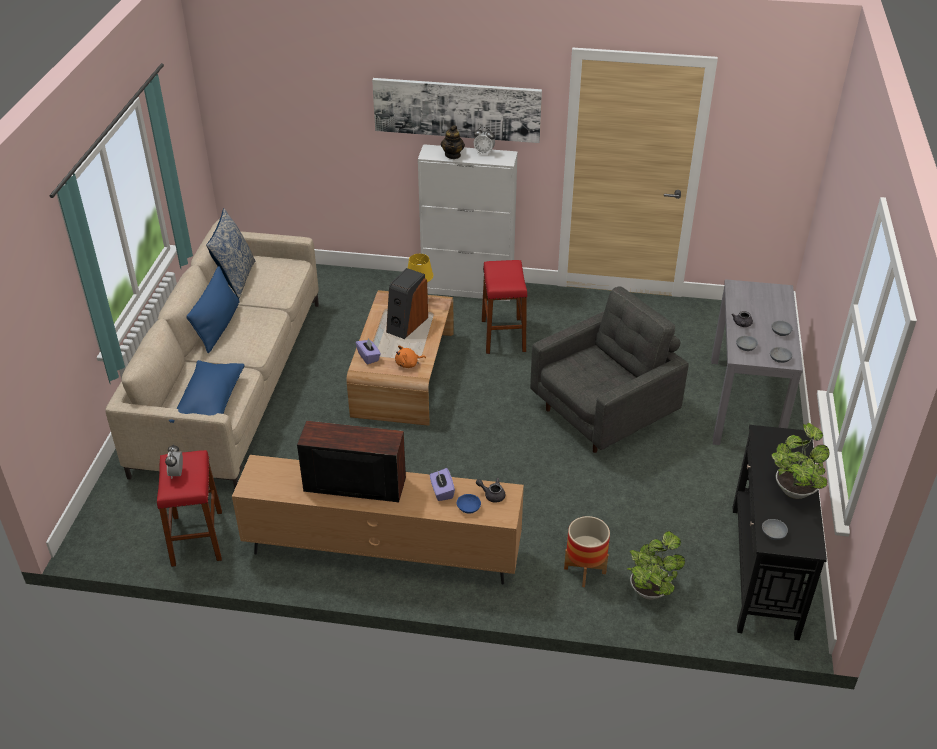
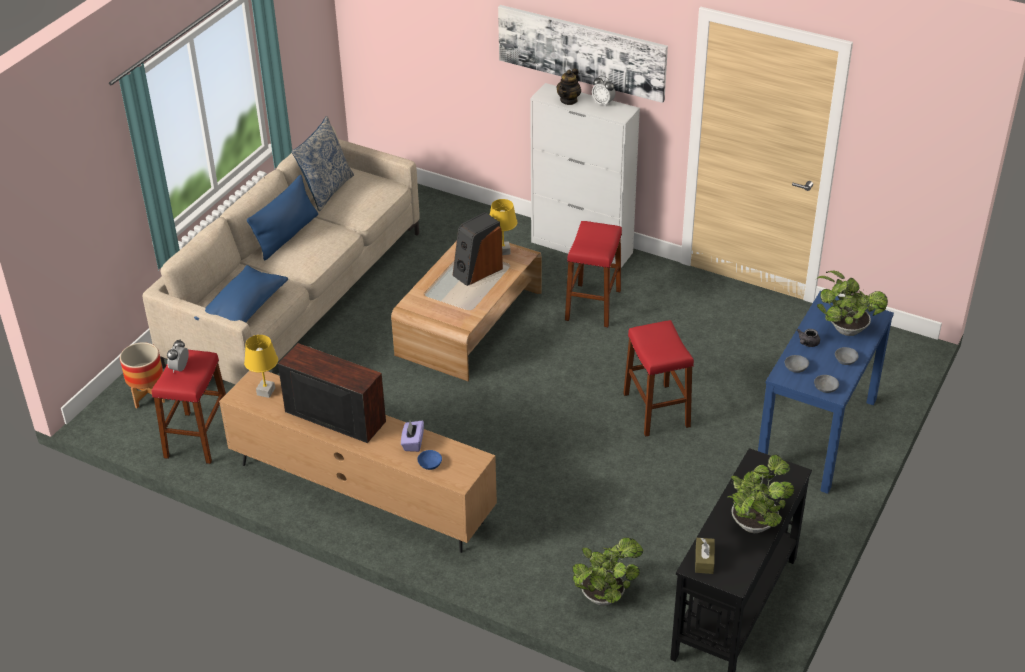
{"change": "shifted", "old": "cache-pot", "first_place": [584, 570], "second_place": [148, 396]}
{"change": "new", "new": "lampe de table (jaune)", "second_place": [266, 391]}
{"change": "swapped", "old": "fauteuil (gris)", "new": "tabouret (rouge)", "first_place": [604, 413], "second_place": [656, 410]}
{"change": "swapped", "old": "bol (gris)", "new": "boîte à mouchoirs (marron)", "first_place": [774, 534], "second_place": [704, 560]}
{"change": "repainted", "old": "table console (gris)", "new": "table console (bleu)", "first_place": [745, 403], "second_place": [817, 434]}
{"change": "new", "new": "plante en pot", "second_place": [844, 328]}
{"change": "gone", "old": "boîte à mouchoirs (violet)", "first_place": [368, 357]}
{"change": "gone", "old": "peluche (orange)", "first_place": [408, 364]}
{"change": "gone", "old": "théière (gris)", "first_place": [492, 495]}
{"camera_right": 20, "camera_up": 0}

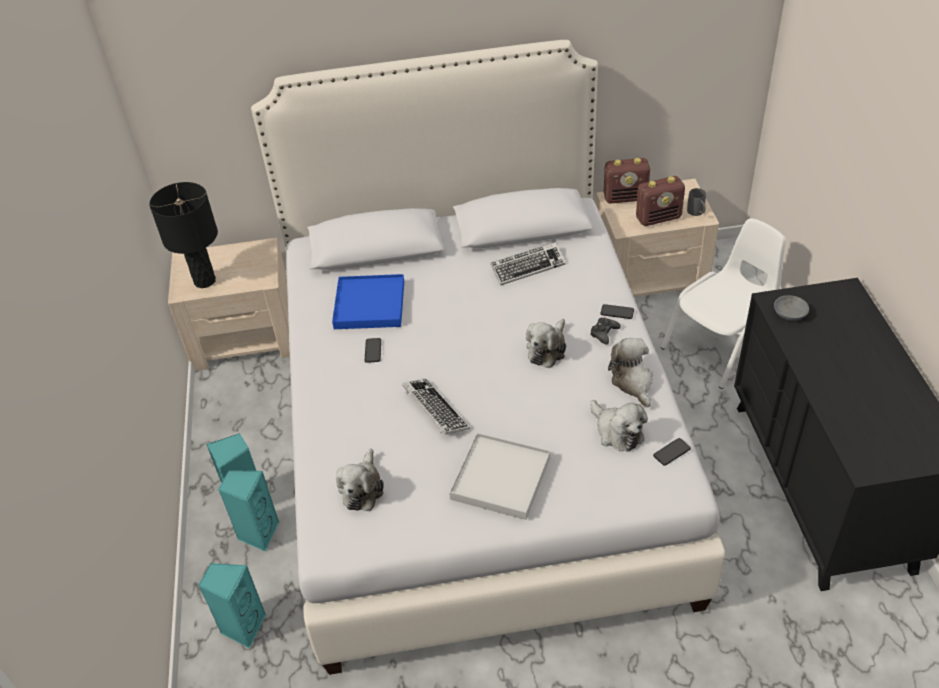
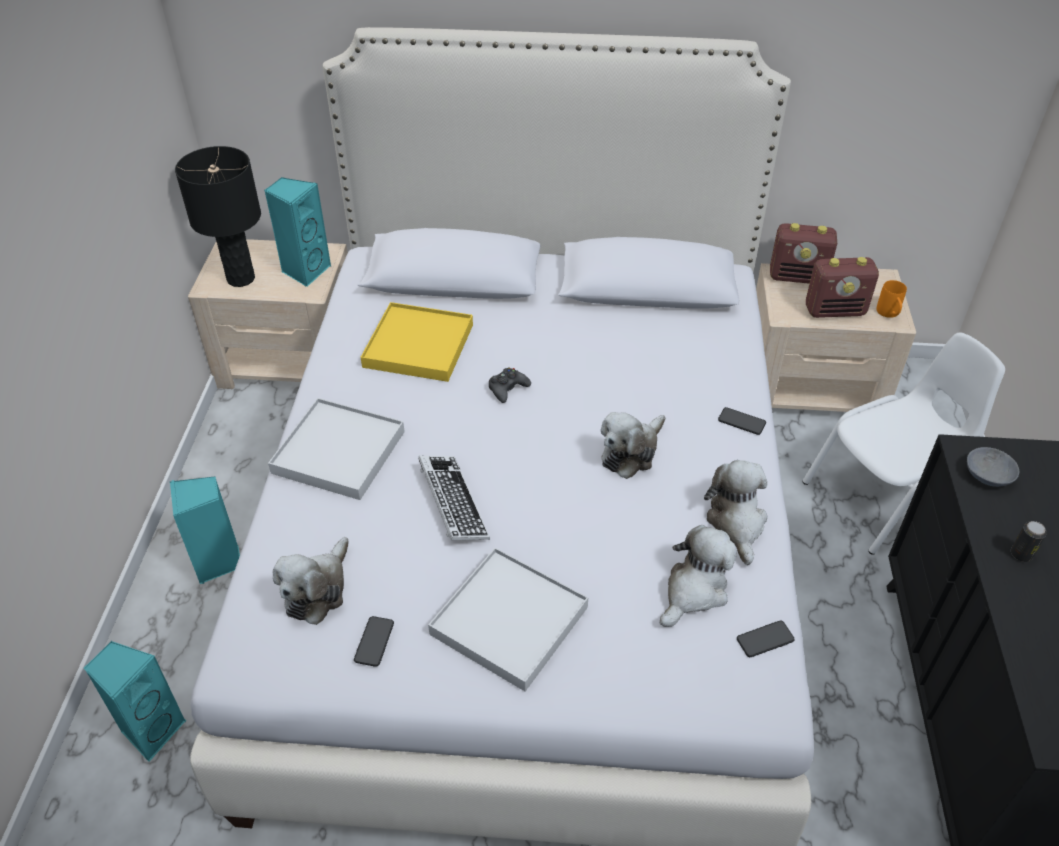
{"change": "shifted", "old": "enceinte (turquoise)", "first_place": [258, 533], "second_place": [305, 271]}
{"change": "new", "new": "plateau (blanc)", "second_place": [339, 452]}
{"change": "shifted", "old": "téléphone", "first_place": [373, 351], "second_place": [374, 642]}
{"change": "repainted", "old": "plateau (bleu)", "new": "plateau (jaune)", "first_place": [370, 305], "second_place": [419, 346]}
{"change": "shifted", "old": "manette (noir)", "first_place": [604, 333], "second_place": [507, 389]}
{"change": "rotated", "old": "peluche", "first_place": [617, 432], "second_place": [694, 590], "degrees": -120}
{"change": "repainted", "old": "mug (gris)", "new": "mug (orange)", "first_place": [697, 213], "second_place": [889, 314]}
{"change": "new", "new": "boîte métallique", "second_place": [1021, 554]}
{"change": "gone", "old": "clavier", "first_place": [527, 267]}
{"camera_right": 10, "camera_up": 0}

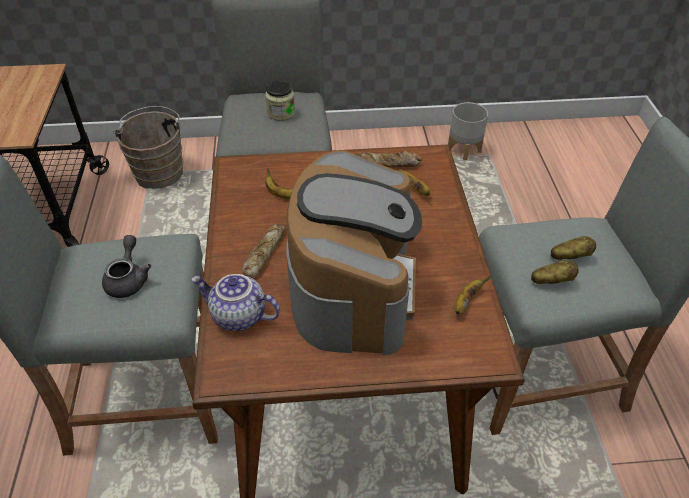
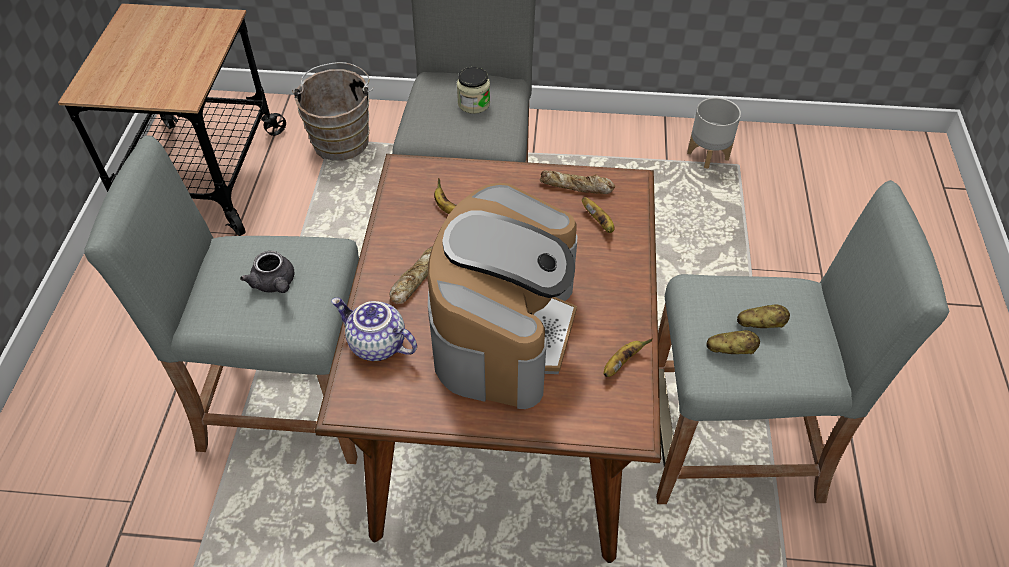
{"change": "rotated", "old": "théière (gris)", "first_place": [128, 279], "second_place": [275, 284], "degrees": 135}
{"camera_right": 10, "camera_up": 5}

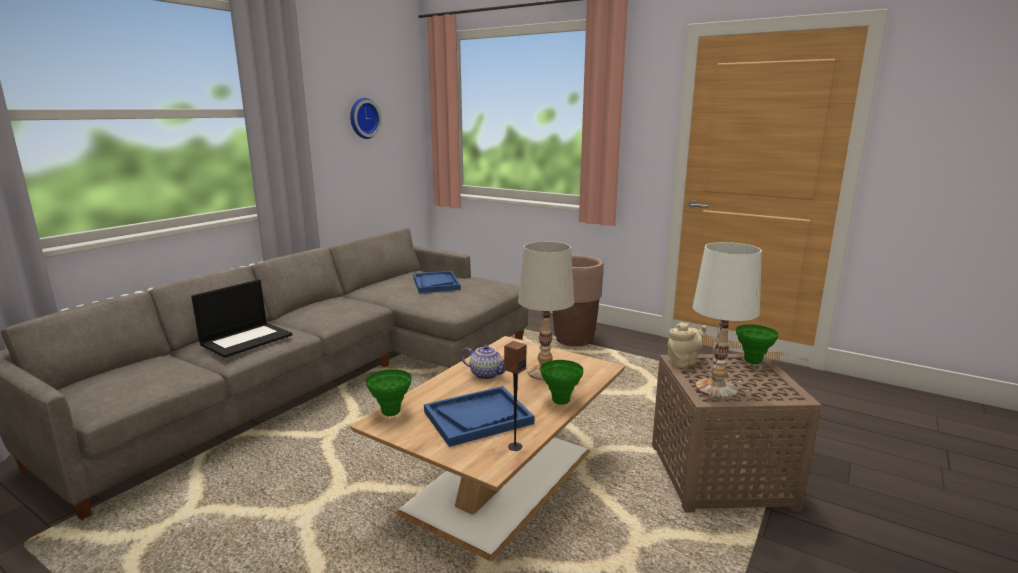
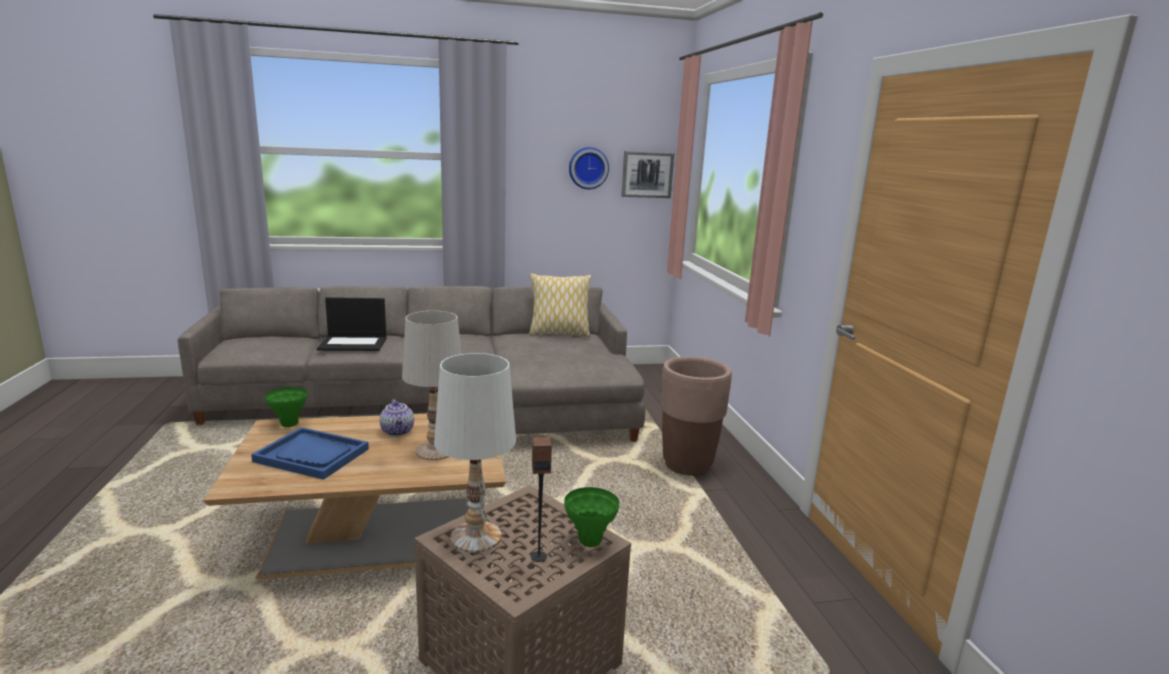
{"change": "new", "new": "coussin", "second_place": [559, 334]}
{"change": "shifted", "old": "enceinte", "first_place": [514, 446], "second_place": [538, 556]}
{"change": "new", "new": "tableau", "second_place": [647, 174]}
{"change": "gone", "old": "plateau (bleu)", "first_place": [436, 283]}
{"change": "gone", "old": "vase (vert)", "first_place": [560, 401]}
{"change": "gone", "old": "théière (beige)", "first_place": [684, 362]}
{"camera_right": 45, "camera_up": 0}

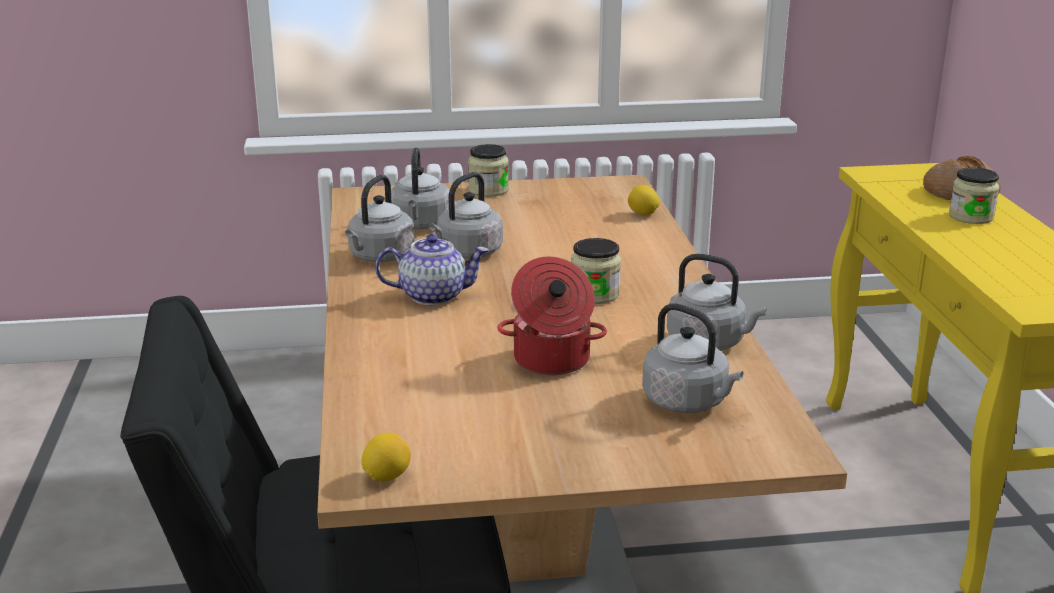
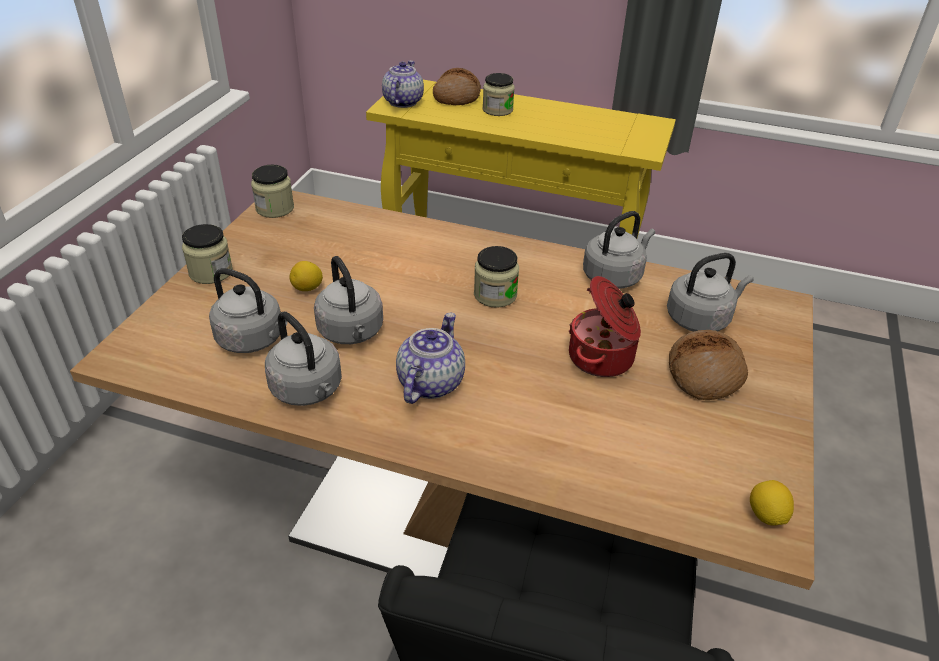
{"change": "new", "new": "bocal", "second_place": [275, 208]}
{"change": "shifted", "old": "citron", "first_place": [642, 214], "second_place": [307, 288]}
{"change": "new", "new": "théière", "second_place": [402, 102]}
{"change": "new", "new": "pain", "second_place": [705, 374]}
{"camera_right": -65, "camera_up": 15}

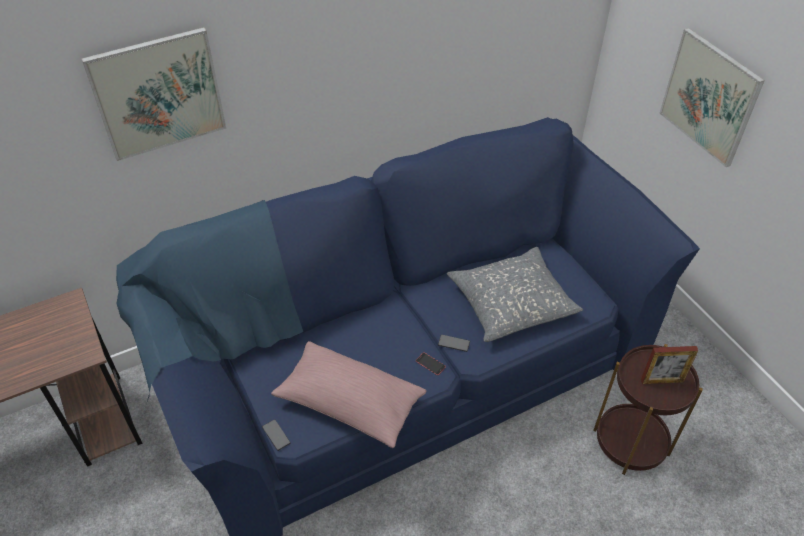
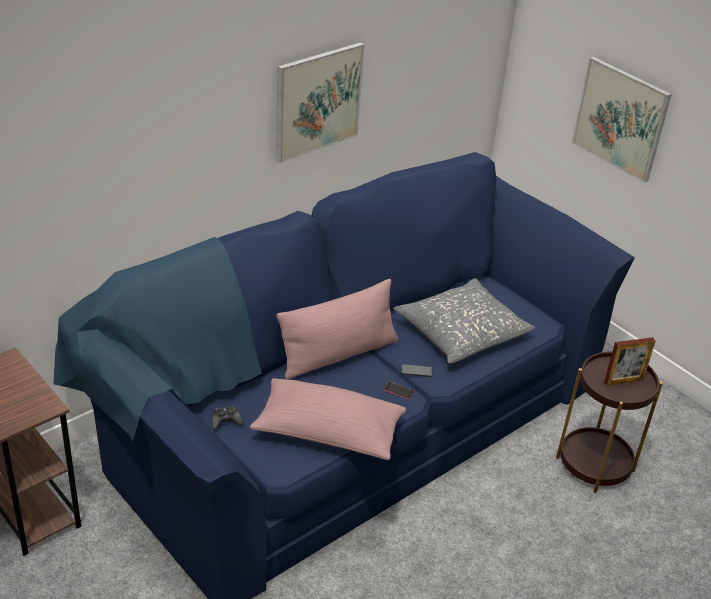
{"change": "new", "new": "manette (noir)", "second_place": [225, 421]}
{"change": "shifted", "old": "tableau", "first_place": [158, 94], "second_place": [318, 101]}
{"change": "new", "new": "coussin (rose)", "second_place": [338, 354]}
{"change": "gone", "old": "téléphone", "first_place": [276, 435]}
{"camera_right": -15, "camera_up": -10}

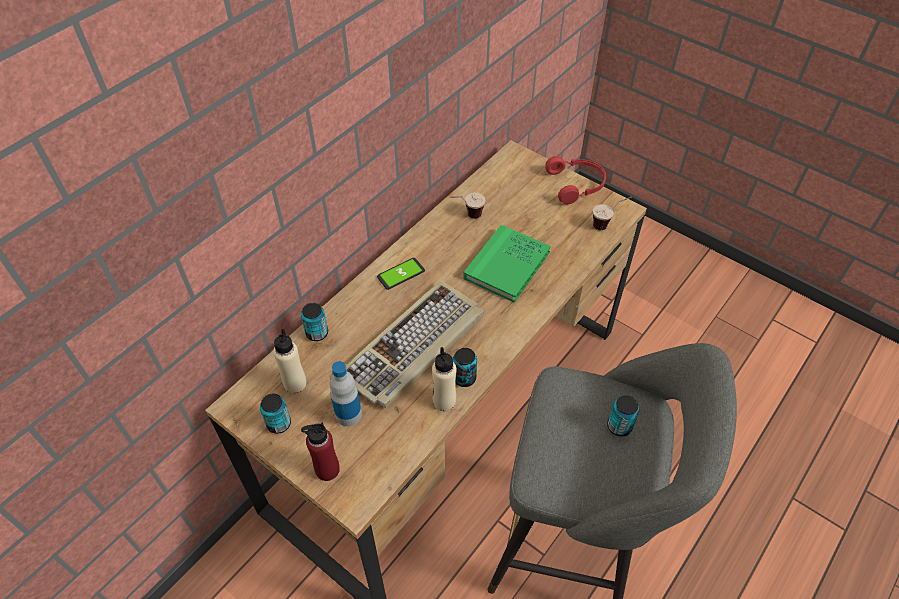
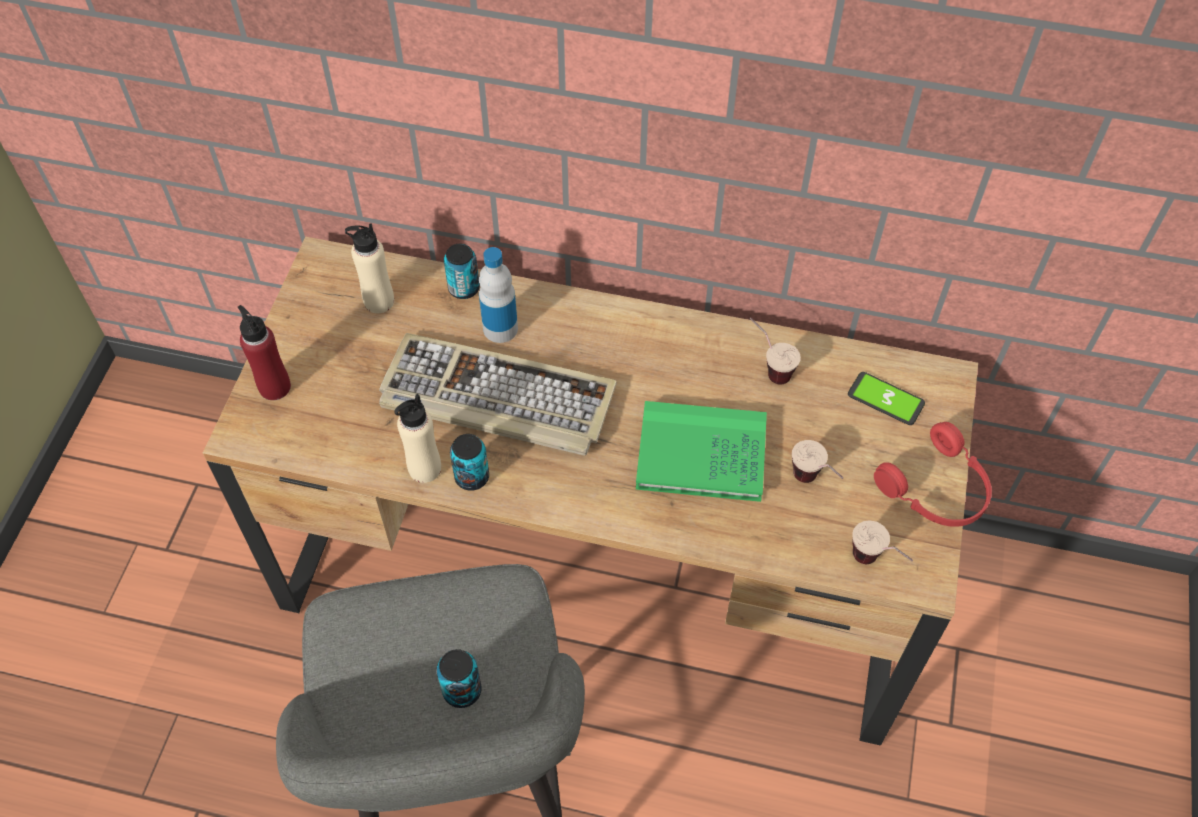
{"change": "shifted", "old": "bouteille", "first_place": [348, 414], "second_place": [500, 328]}
{"change": "new", "new": "tasse", "second_place": [813, 484]}
{"change": "shifted", "old": "téléphone", "first_place": [401, 274], "second_place": [885, 399]}
{"change": "gone", "old": "boîte métallique", "first_place": [279, 423]}
{"camera_right": 65, "camera_up": 5}

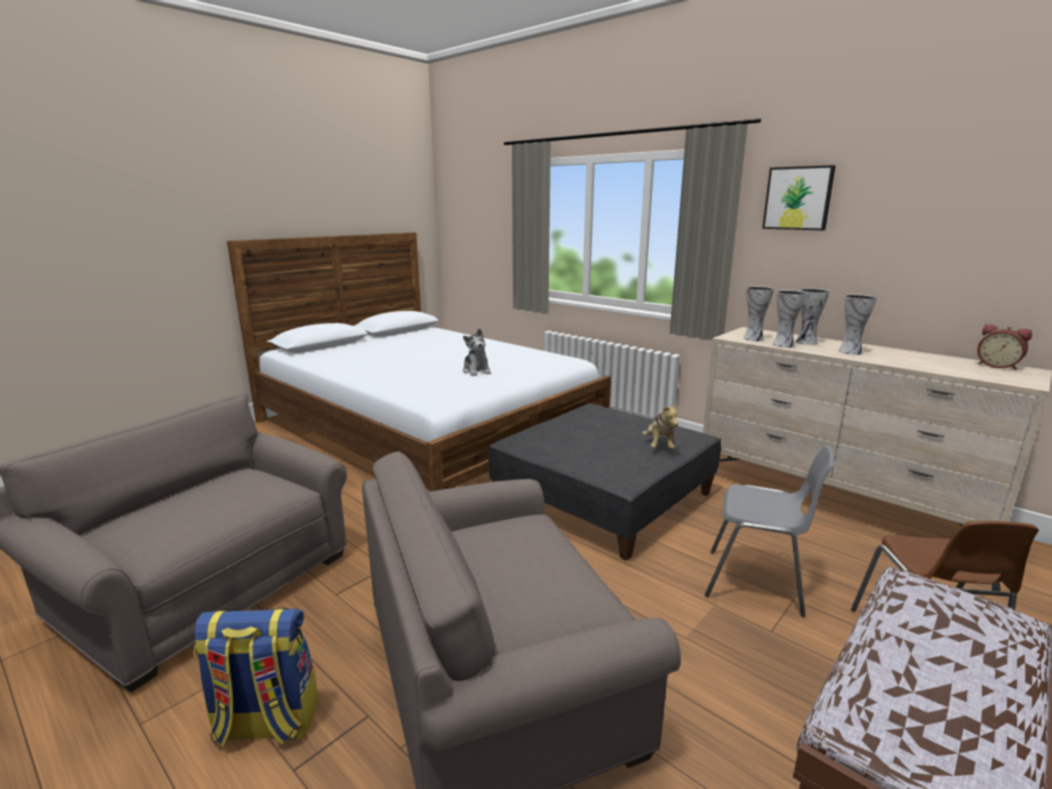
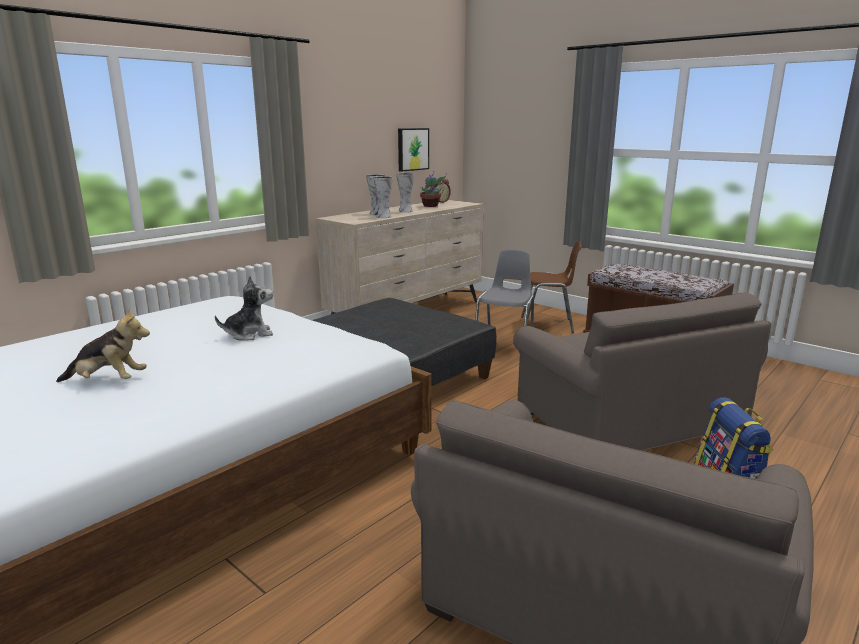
{"change": "shifted", "old": "peluche", "first_place": [659, 446], "second_place": [108, 381]}
{"change": "shifted", "old": "tableau", "first_place": [798, 198], "second_place": [412, 149]}
{"change": "new", "new": "plante en pot", "second_place": [431, 206]}
{"change": "gone", "old": "vase", "first_place": [753, 338]}
{"camera_right": -90, "camera_up": 0}

